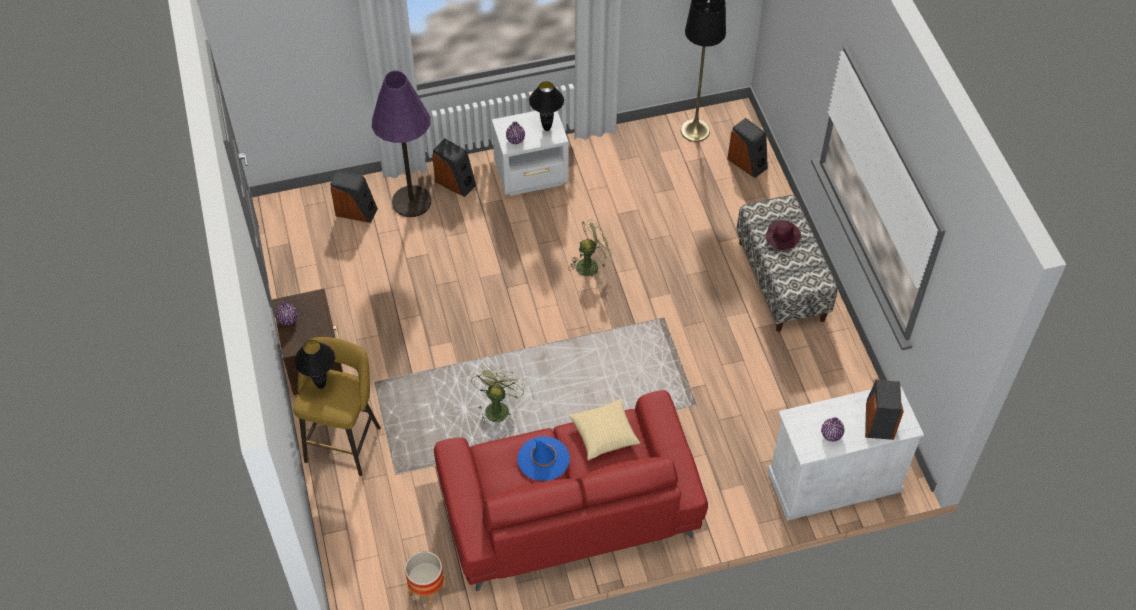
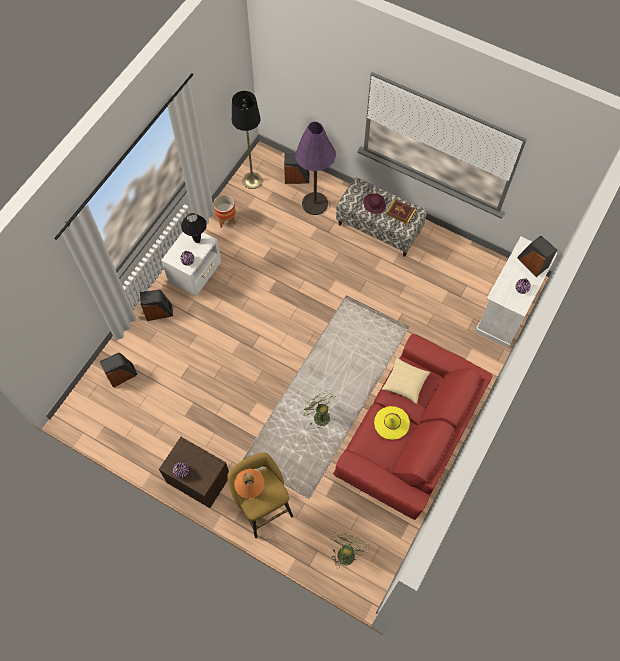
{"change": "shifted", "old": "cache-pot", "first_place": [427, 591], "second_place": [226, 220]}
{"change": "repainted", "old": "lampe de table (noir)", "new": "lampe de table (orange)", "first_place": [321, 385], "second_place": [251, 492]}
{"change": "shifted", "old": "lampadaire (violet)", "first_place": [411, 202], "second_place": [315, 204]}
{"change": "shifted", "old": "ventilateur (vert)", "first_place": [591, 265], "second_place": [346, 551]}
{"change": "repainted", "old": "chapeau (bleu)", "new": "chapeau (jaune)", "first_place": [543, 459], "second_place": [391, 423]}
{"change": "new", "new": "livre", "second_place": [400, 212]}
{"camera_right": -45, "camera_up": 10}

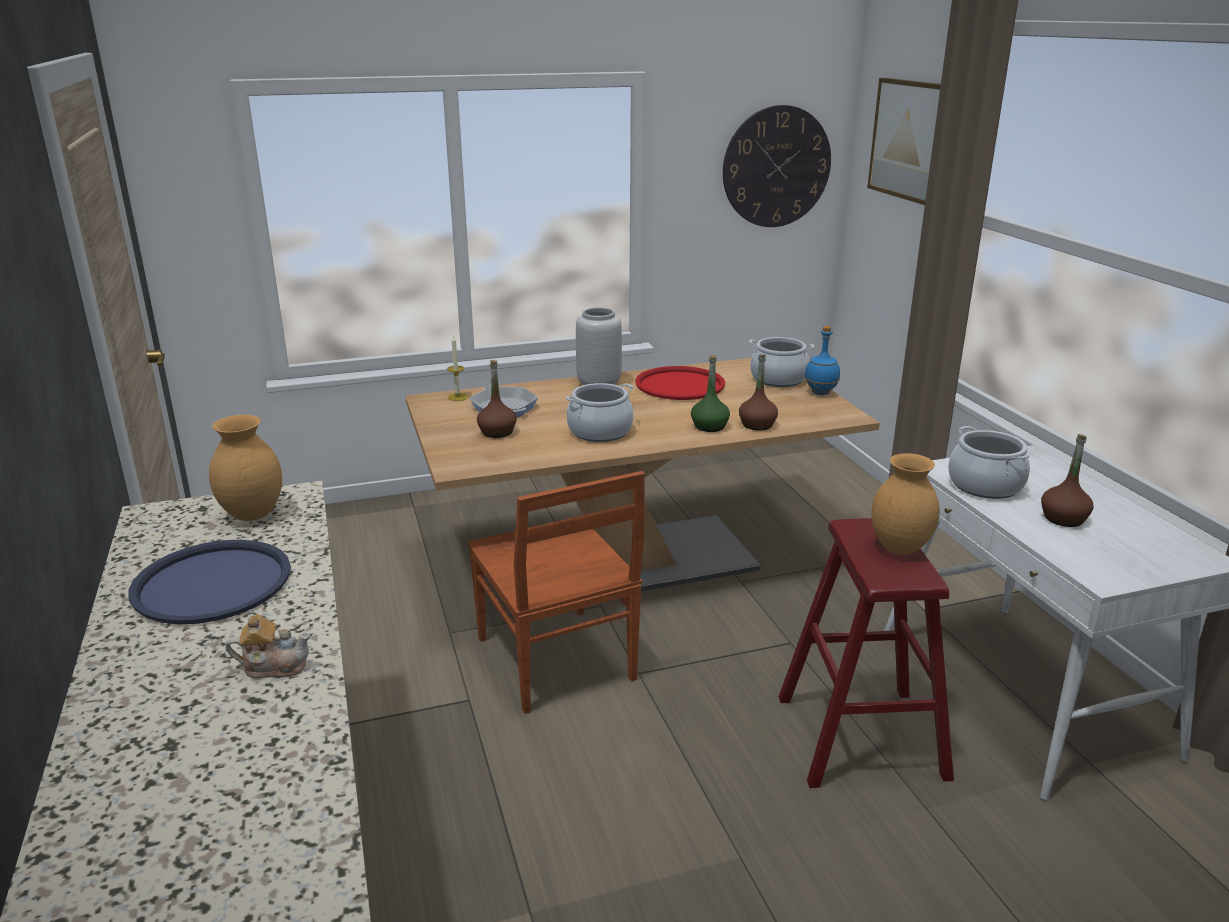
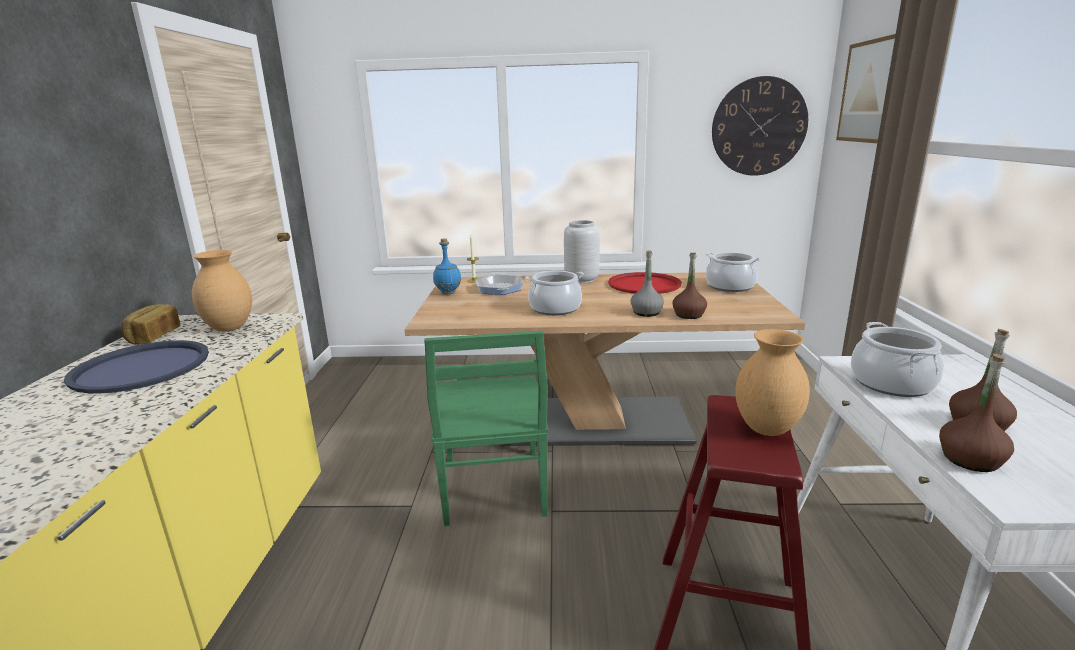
{"change": "new", "new": "pain", "second_place": [153, 336]}
{"change": "repainted", "old": "chaise (marron)", "new": "chaise (vert)", "first_place": [556, 661], "second_place": [493, 488]}
{"change": "shifted", "old": "bouteille (bleu)", "first_place": [821, 393], "second_place": [448, 293]}
{"change": "repainted", "old": "bouteille (vert)", "new": "bouteille (gris)", "first_place": [709, 426], "second_place": [646, 313]}
{"change": "shifted", "old": "bouteille (marron)", "first_place": [497, 432], "second_place": [970, 460]}
{"change": "gone", "old": "théière", "first_place": [274, 666]}
{"camera_right": 20, "camera_up": -5}

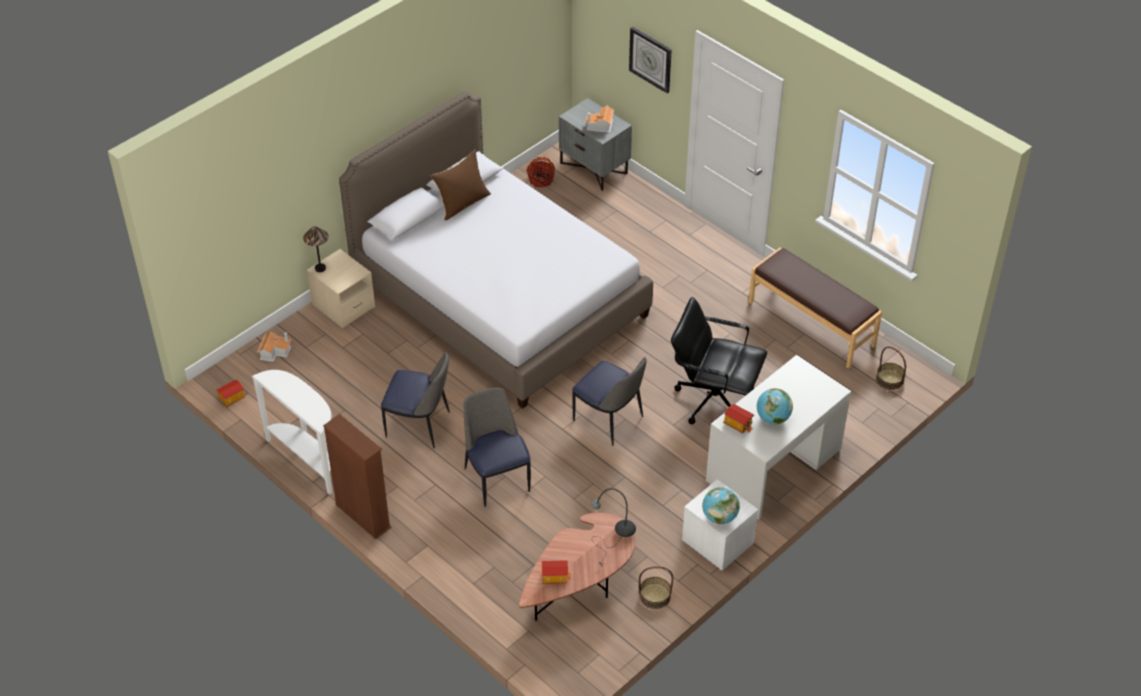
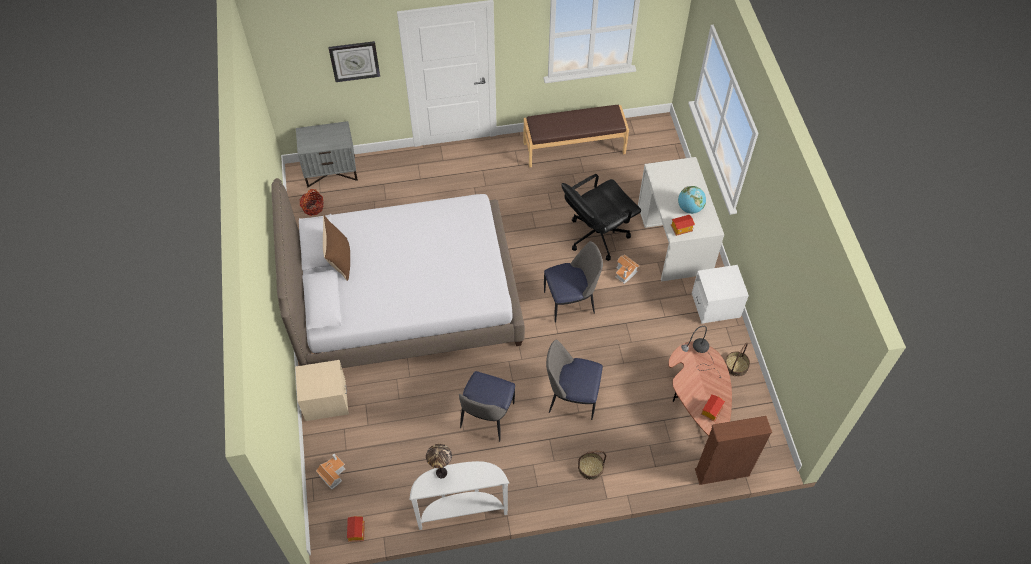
{"change": "shifted", "old": "lampe de table", "first_place": [320, 268], "second_place": [441, 473]}
{"change": "rotated", "old": "chaise", "first_place": [420, 425], "second_place": [486, 417], "degrees": 150}
{"change": "shifted", "old": "panier", "first_place": [890, 379], "second_place": [590, 467]}
{"change": "shifted", "old": "maison miniature", "first_place": [600, 126], "second_place": [625, 273]}
{"change": "shifted", "old": "bibliothèque (marron)", "first_place": [363, 516], "second_place": [722, 472]}
{"change": "gone", "old": "globe", "first_place": [719, 517]}
{"camera_right": -55, "camera_up": 10}

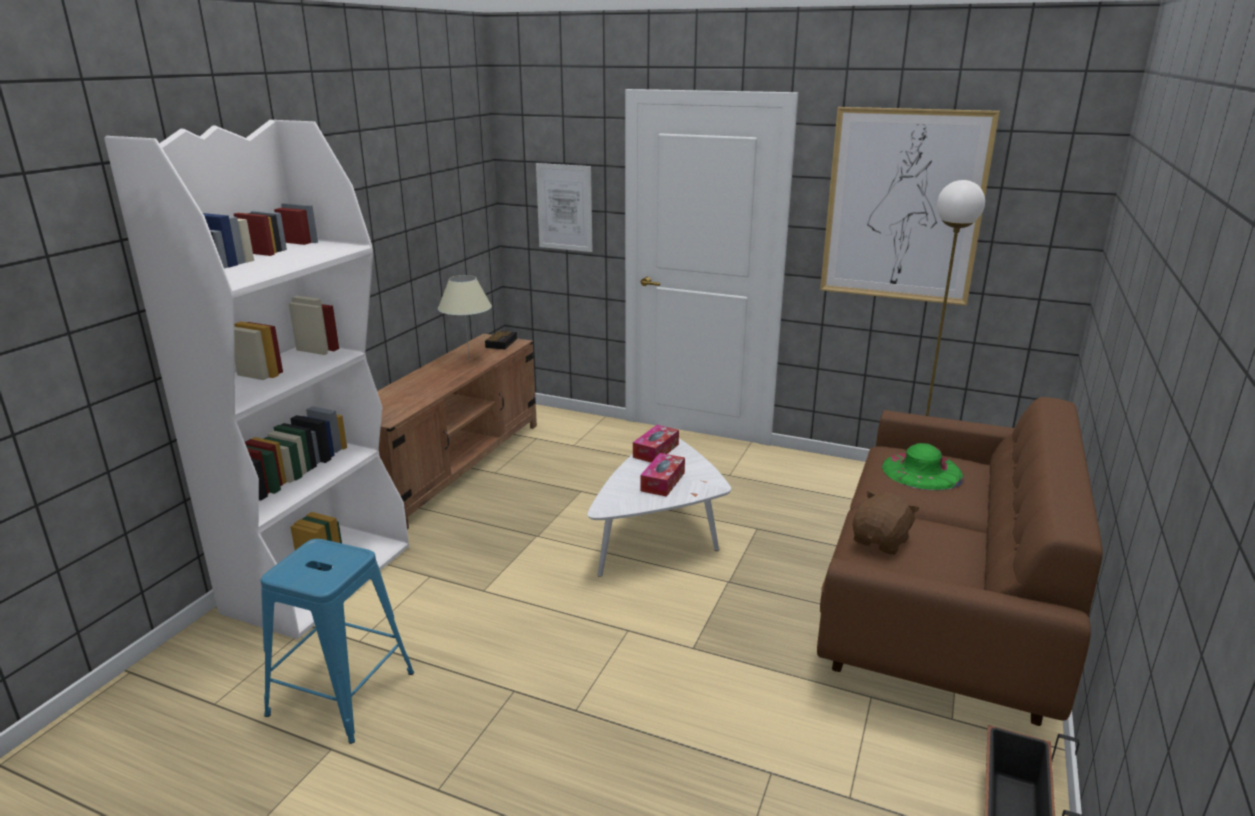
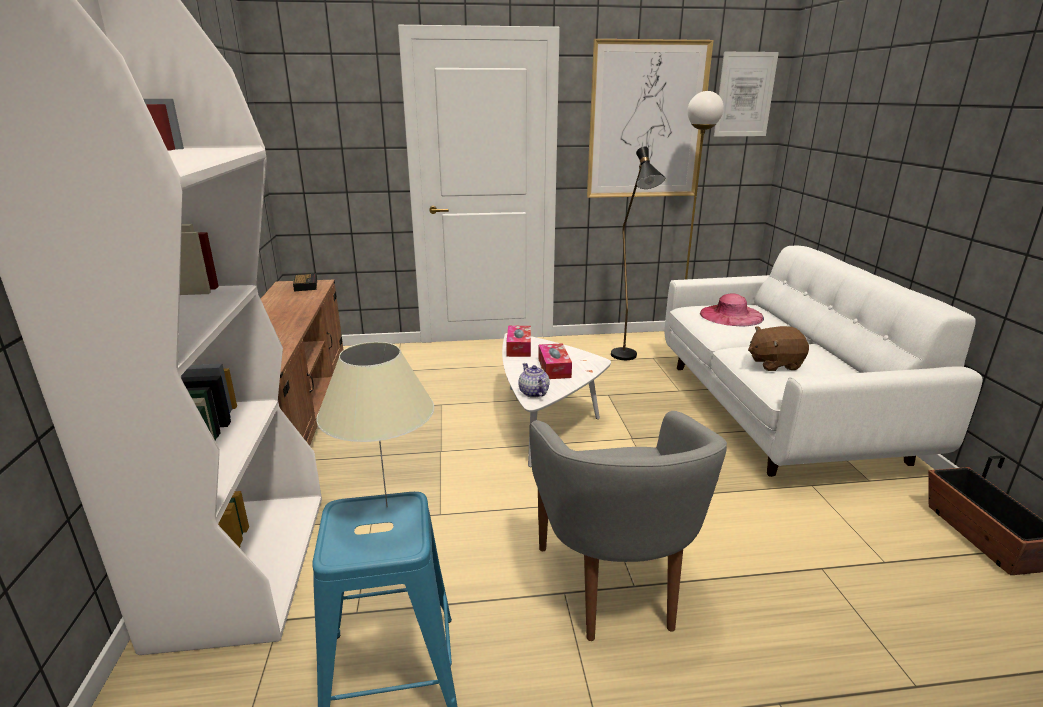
{"change": "shifted", "old": "lampe de table (beige)", "first_place": [469, 358], "second_place": [387, 507]}
{"change": "new", "new": "théière", "second_place": [533, 393]}
{"change": "new", "new": "fauteuil (gris)", "second_place": [612, 585]}
{"change": "new", "new": "lampadaire (noir)", "second_place": [627, 359]}
{"change": "repainted", "old": "canapé (marron)", "new": "canapé (blanc)", "first_place": [941, 605], "second_place": [776, 410]}
{"change": "repainted", "old": "chapeau (vert)", "new": "chapeau (rose)", "first_place": [922, 471], "second_place": [731, 315]}
{"change": "shifted", "old": "tableau", "first_place": [564, 207], "second_place": [745, 95]}
{"change": "rotated", "old": "peluche (marron)", "first_place": [881, 541], "second_place": [774, 364], "degrees": -105}
{"camera_right": -30, "camera_up": 0}

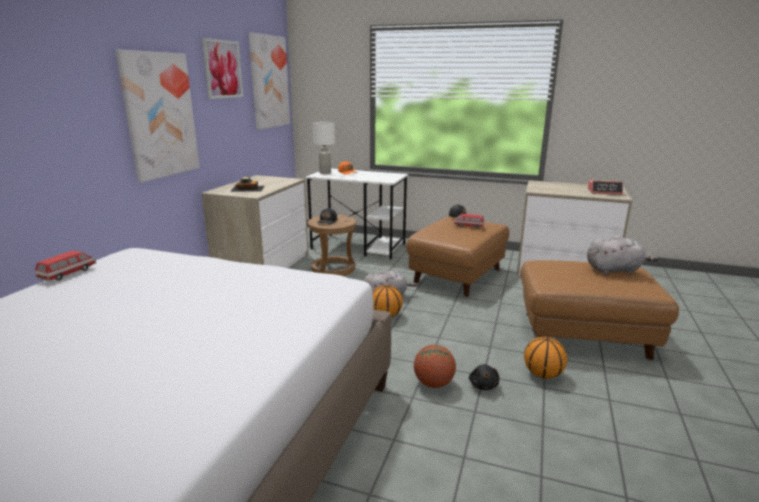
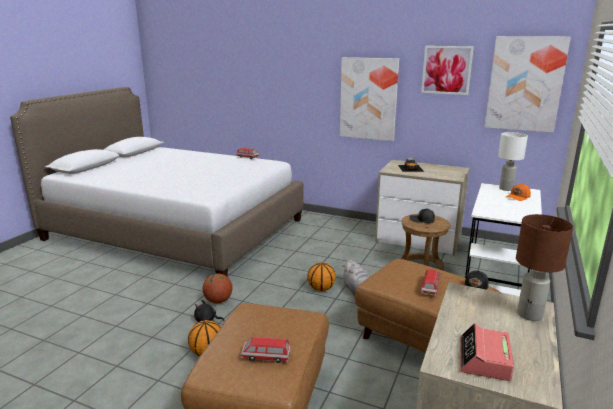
{"change": "swapped", "old": "peluche (gris)", "new": "petite voiture", "first_place": [615, 270], "second_place": [266, 356]}
{"change": "new", "new": "lampe de table (marron)", "second_place": [530, 315]}
{"camera_right": 95, "camera_up": 0}

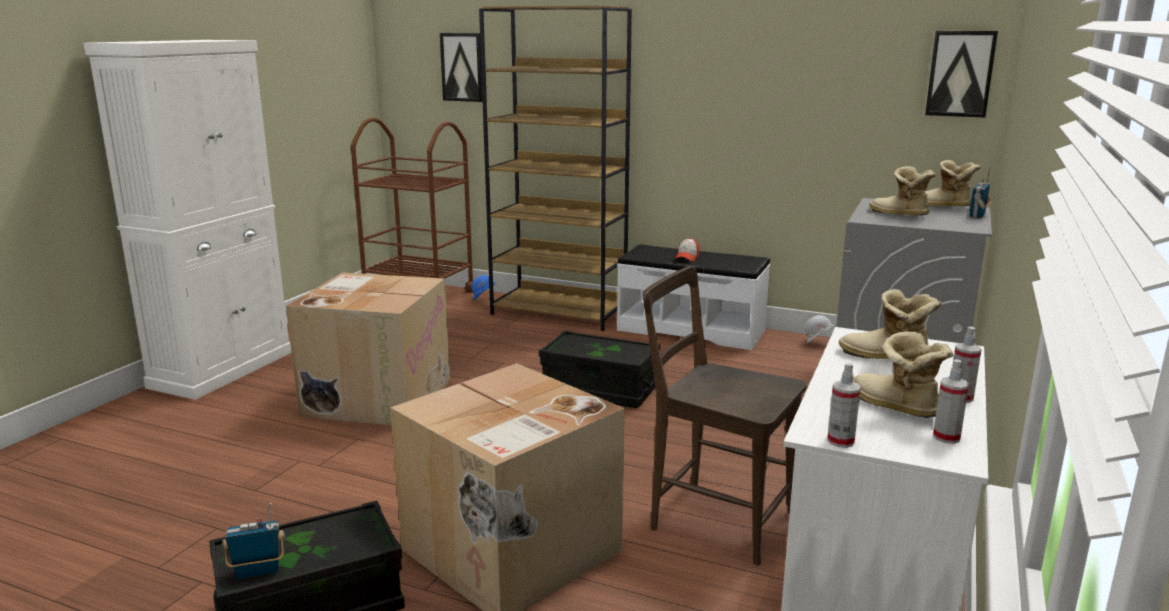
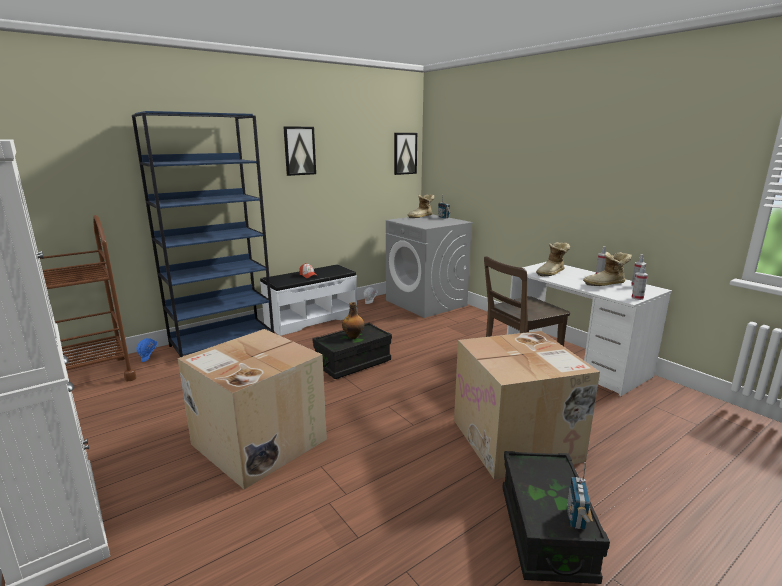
{"change": "repainted", "old": "bibliothèque (marron)", "new": "bibliothèque (bleu)", "first_place": [560, 313], "second_place": [223, 342]}
{"change": "shifted", "old": "tableau", "first_place": [462, 67], "second_place": [299, 151]}
{"change": "new", "new": "bouteille", "second_place": [353, 336]}
{"change": "gone", "old": "botte", "first_place": [899, 215]}
{"camera_right": -60, "camera_up": 0}

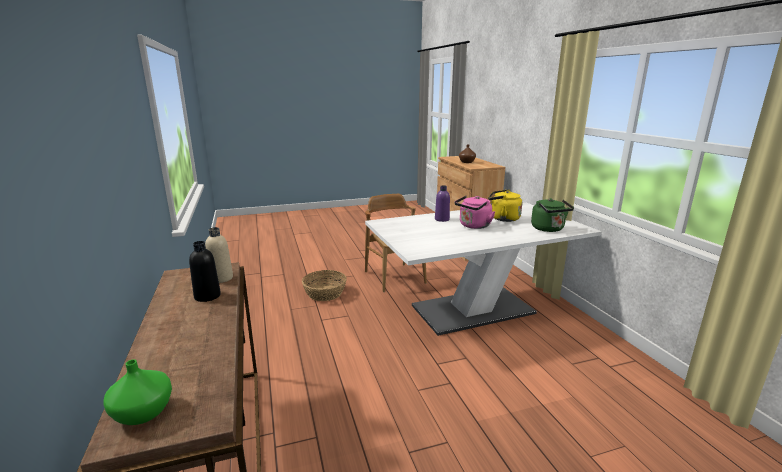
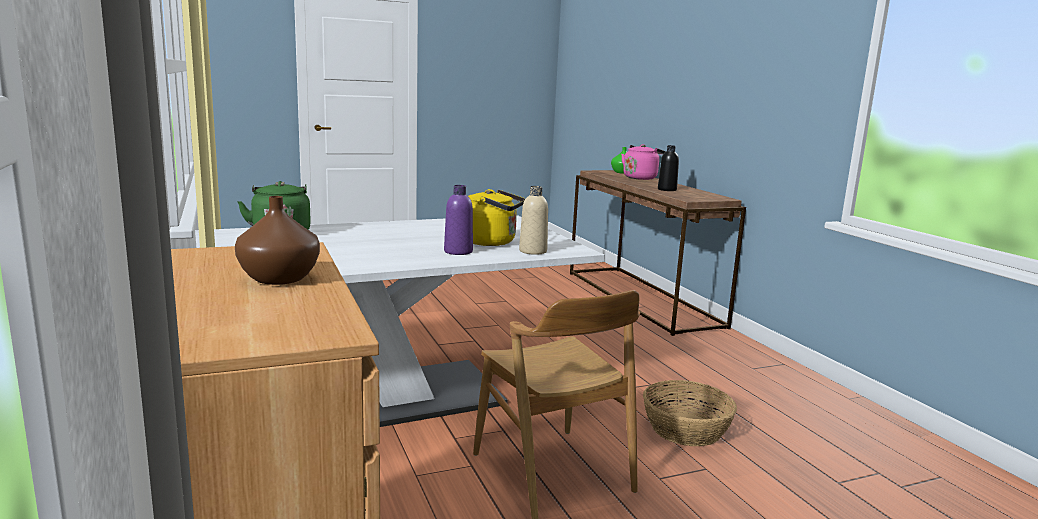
{"change": "shifted", "old": "bouilloire (jaune)", "first_place": [502, 218], "second_place": [492, 242]}
{"change": "shifted", "old": "bouteille (beige)", "first_place": [221, 278], "second_place": [533, 251]}
{"change": "shifted", "old": "bouilloire (rose)", "first_place": [473, 226], "second_place": [641, 178]}
{"camera_right": 175, "camera_up": -5}

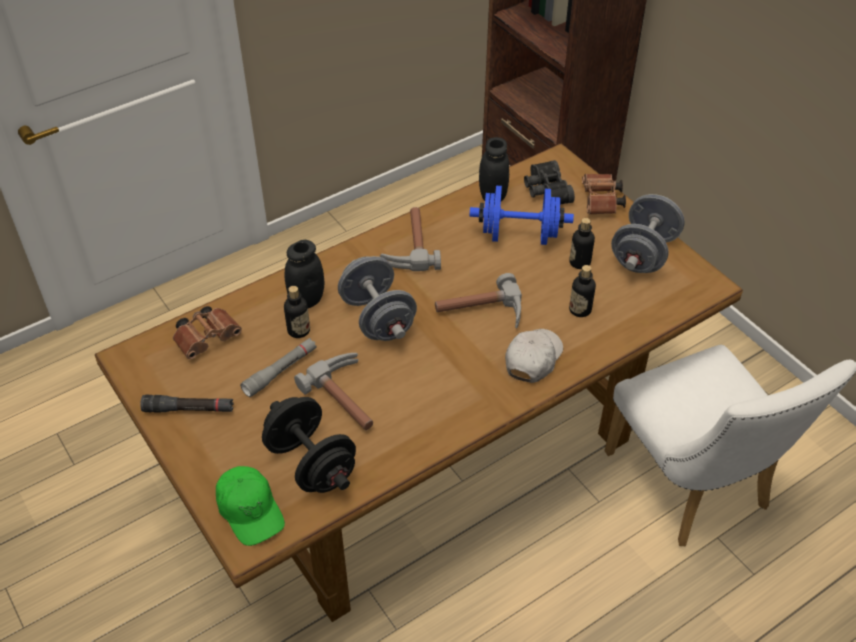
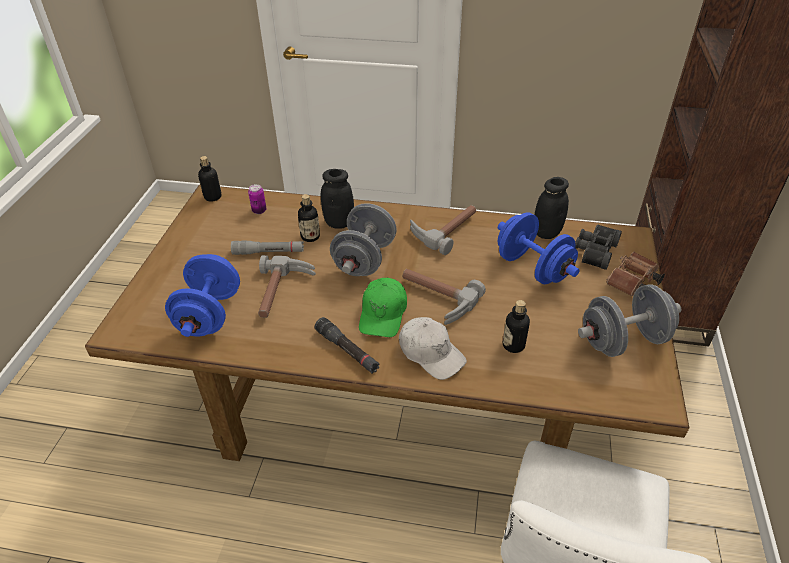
{"change": "repainted", "old": "haltère (noir)", "new": "haltère (bleu)", "first_place": [311, 463], "second_place": [209, 314]}
{"change": "shifted", "old": "bouteille", "first_place": [579, 262], "second_place": [213, 197]}
{"change": "swapped", "old": "jumelles (marron)", "new": "boîte métallique", "first_place": [208, 338], "second_place": [259, 211]}
{"change": "shifted", "old": "lampe de poche (noir)", "first_place": [189, 409], "second_place": [347, 350]}
{"change": "shifted", "old": "casquette (vert)", "first_place": [250, 510], "second_place": [383, 314]}
{"change": "rotated", "old": "casquette (blanc)", "first_place": [533, 359], "second_place": [431, 353], "degrees": 60}
{"camera_right": 45, "camera_up": -5}

